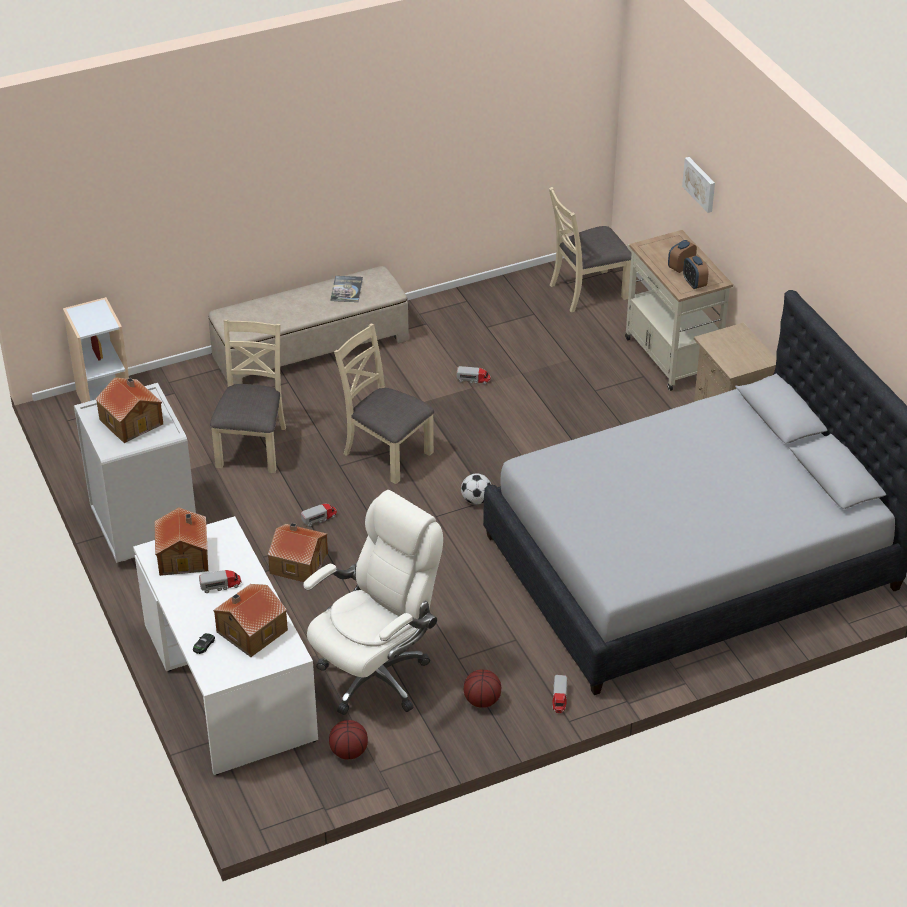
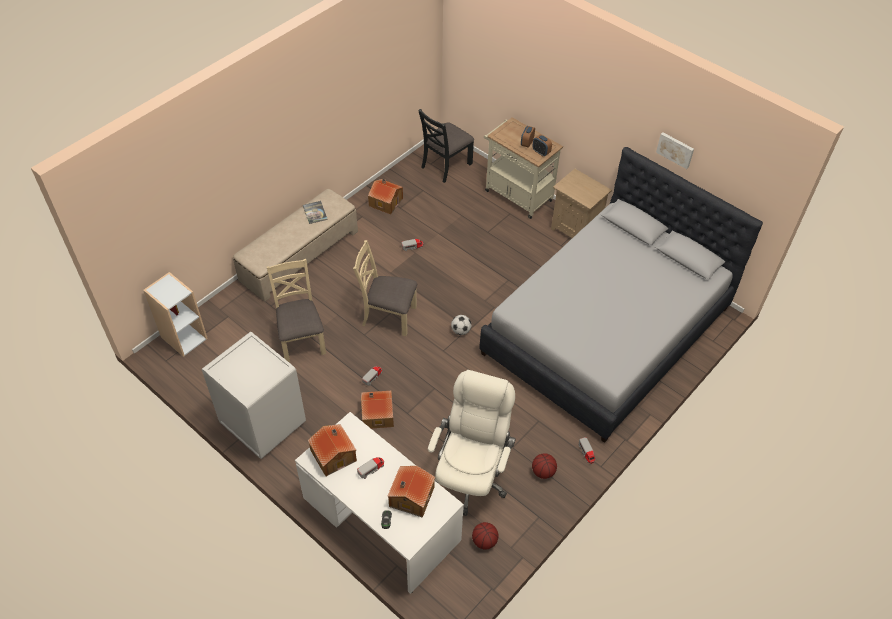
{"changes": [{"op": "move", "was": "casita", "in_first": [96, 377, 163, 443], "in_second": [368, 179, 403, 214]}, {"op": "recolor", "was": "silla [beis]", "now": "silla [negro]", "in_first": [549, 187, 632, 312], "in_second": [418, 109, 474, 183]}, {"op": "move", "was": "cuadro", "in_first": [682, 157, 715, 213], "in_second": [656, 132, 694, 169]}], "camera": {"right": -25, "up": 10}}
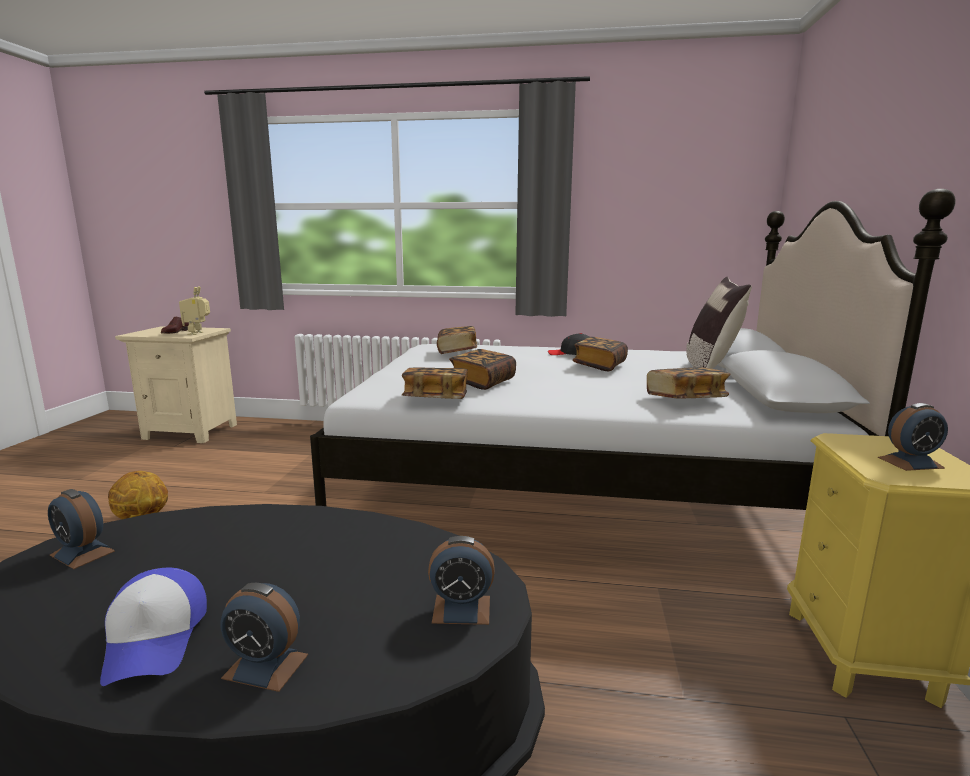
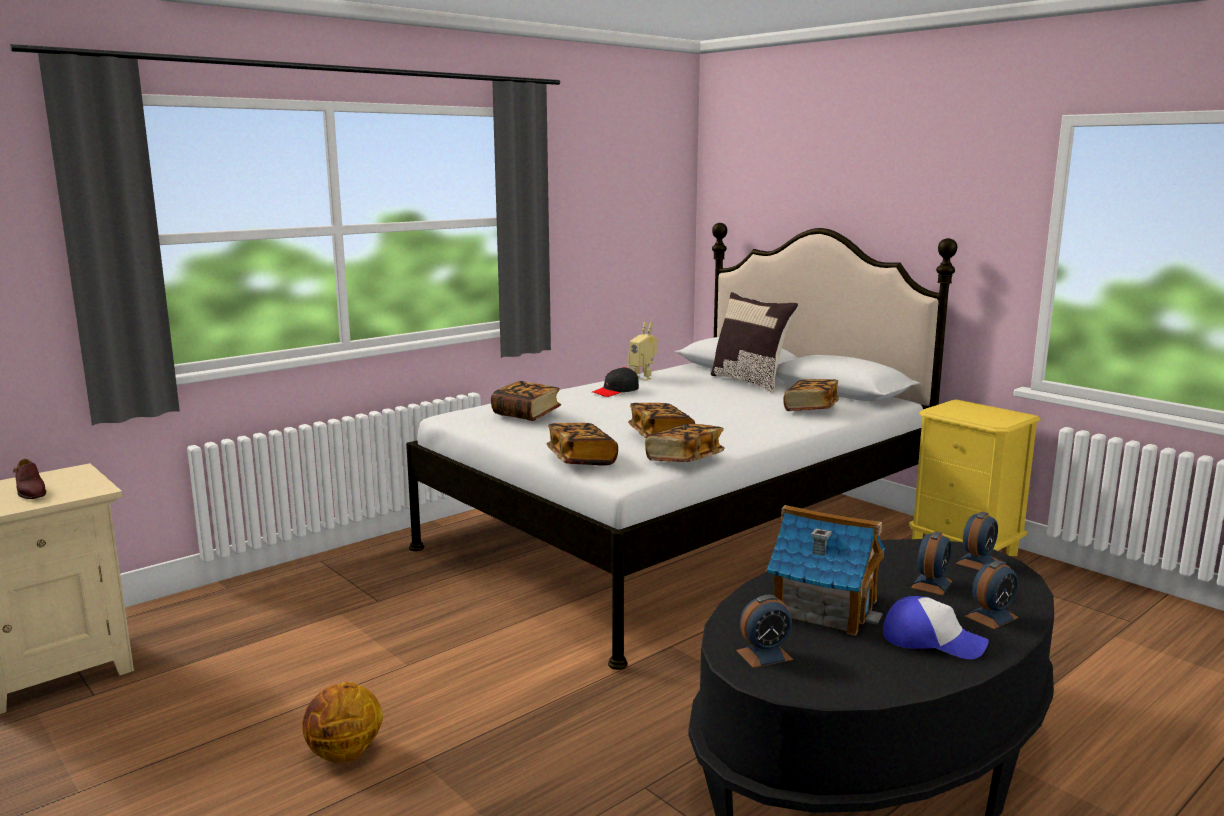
{"changes": [{"op": "move", "was": "libro", "in_first": [573, 337, 628, 371], "in_second": [547, 423, 618, 466]}, {"op": "move", "was": "robot de juguete", "in_first": [179, 286, 210, 335], "in_second": [628, 322, 657, 381]}, {"op": "insert", "now": "casita", "in_second": [767, 505, 885, 636]}, {"op": "move", "was": "despertador", "in_first": [878, 403, 948, 471], "in_second": [911, 531, 952, 596]}], "camera": {"right": -50, "up": 0}}
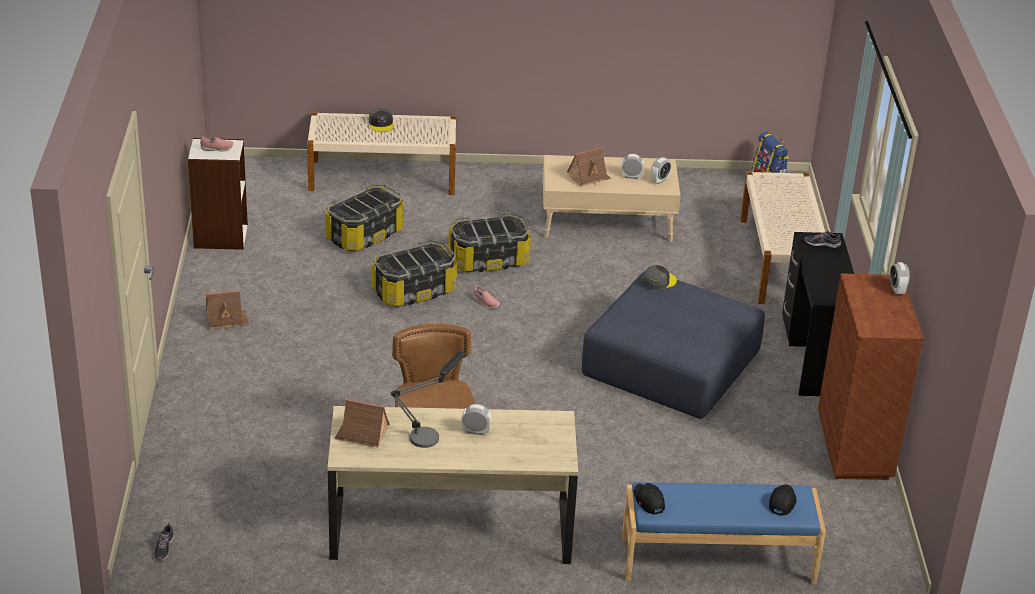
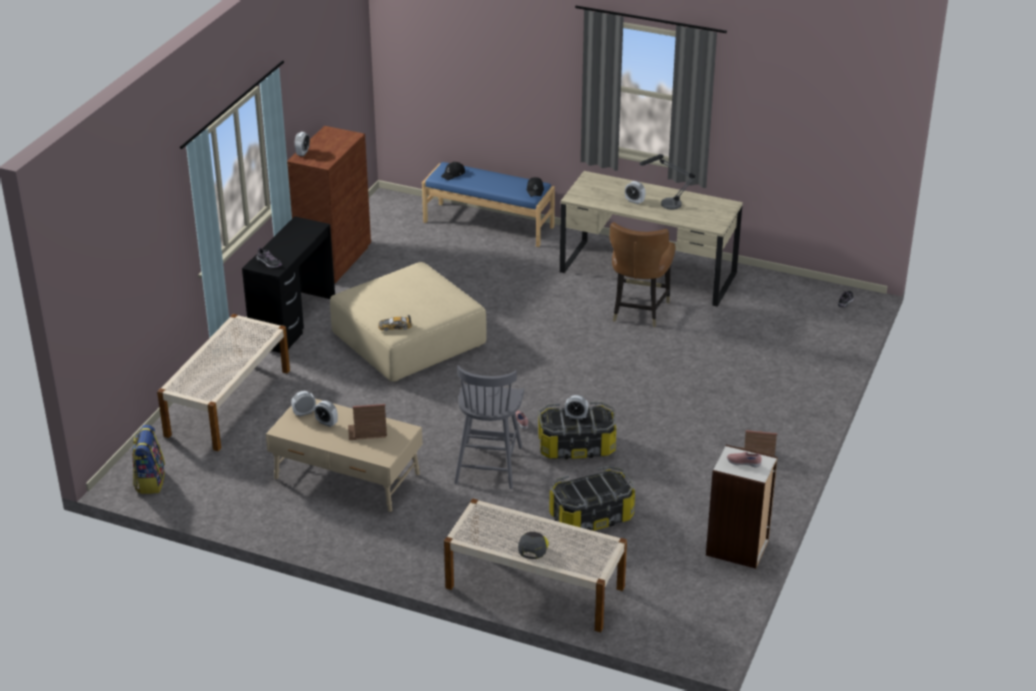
{"changes": [{"op": "recolor", "was": "puf [azul]", "now": "puf [beis]", "in_first": [582, 271, 765, 419], "in_second": [330, 262, 487, 382]}, {"op": "replace", "was": "gorra [gris]", "now": "coche de juguete", "in_first": [642, 265, 677, 290], "in_second": [378, 315, 412, 331]}, {"op": "replace", "was": "caja de almacenaje", "now": "silla [gris]", "in_first": [448, 212, 531, 272], "in_second": [454, 365, 524, 489]}, {"op": "insert", "now": "despertador", "in_second": [565, 395, 588, 420]}, {"op": "delete", "was": "casita", "in_first": [335, 399, 390, 448]}], "camera": {"right": -155, "up": 0}}
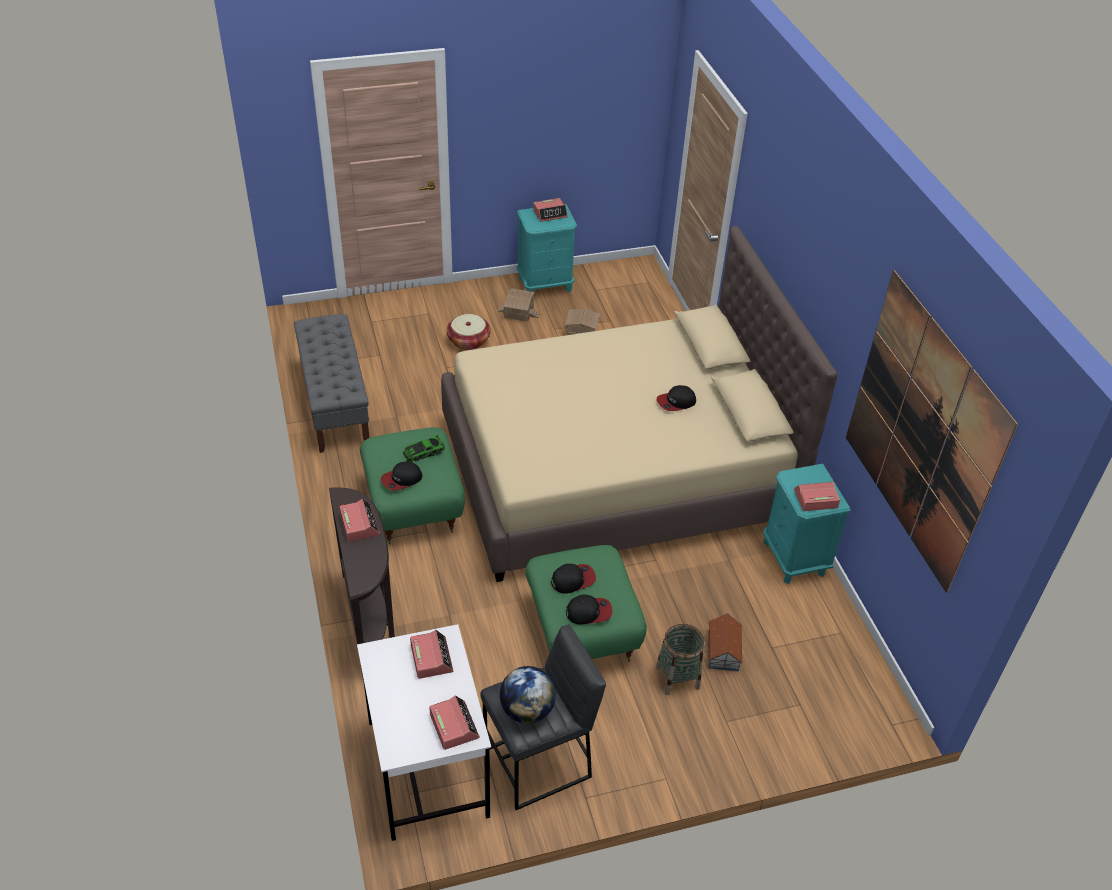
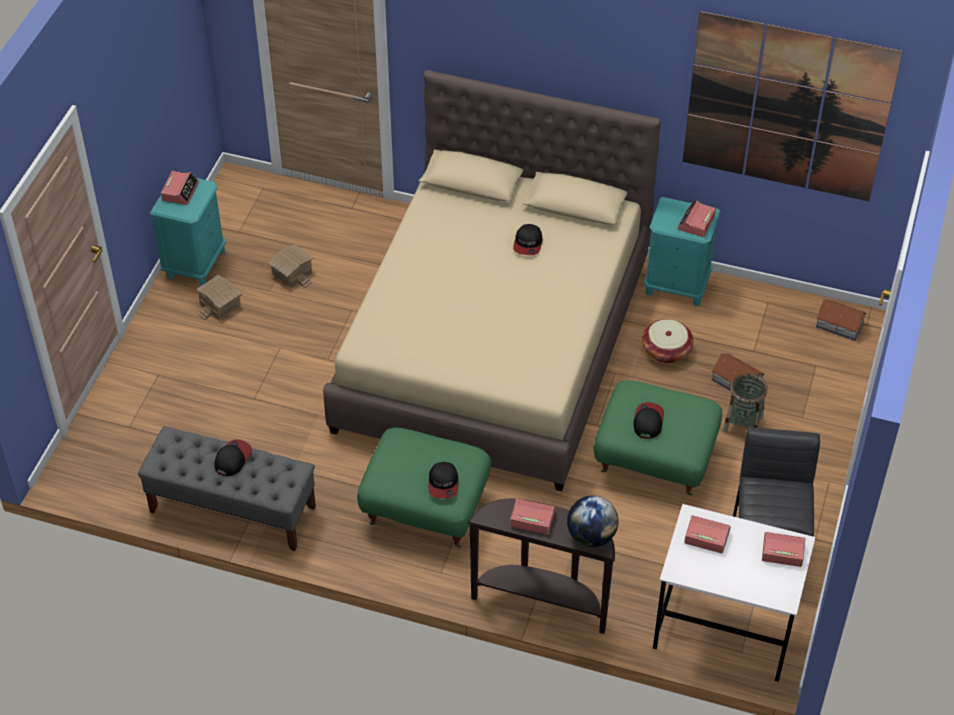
{"changes": [{"op": "move", "was": "gorra", "in_first": [566, 595, 612, 625], "in_second": [214, 439, 252, 476]}, {"op": "move", "was": "globo terráqueo", "in_first": [500, 666, 556, 724], "in_second": [567, 496, 618, 547]}, {"op": "move", "was": "cesta", "in_first": [446, 314, 491, 350], "in_second": [642, 319, 693, 363]}, {"op": "insert", "now": "casita", "in_second": [816, 299, 867, 341]}, {"op": "delete", "was": "coche de juguete", "in_first": [403, 435, 445, 462]}], "camera": {"right": -55, "up": 5}}
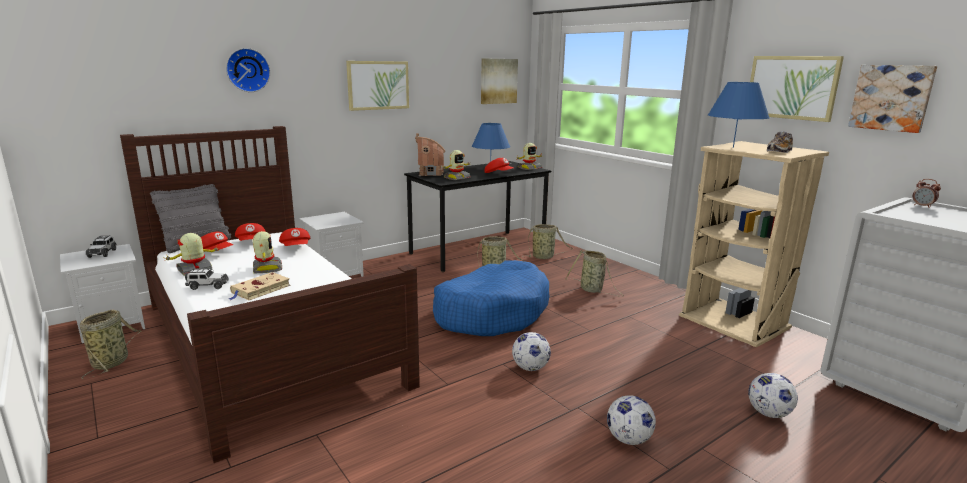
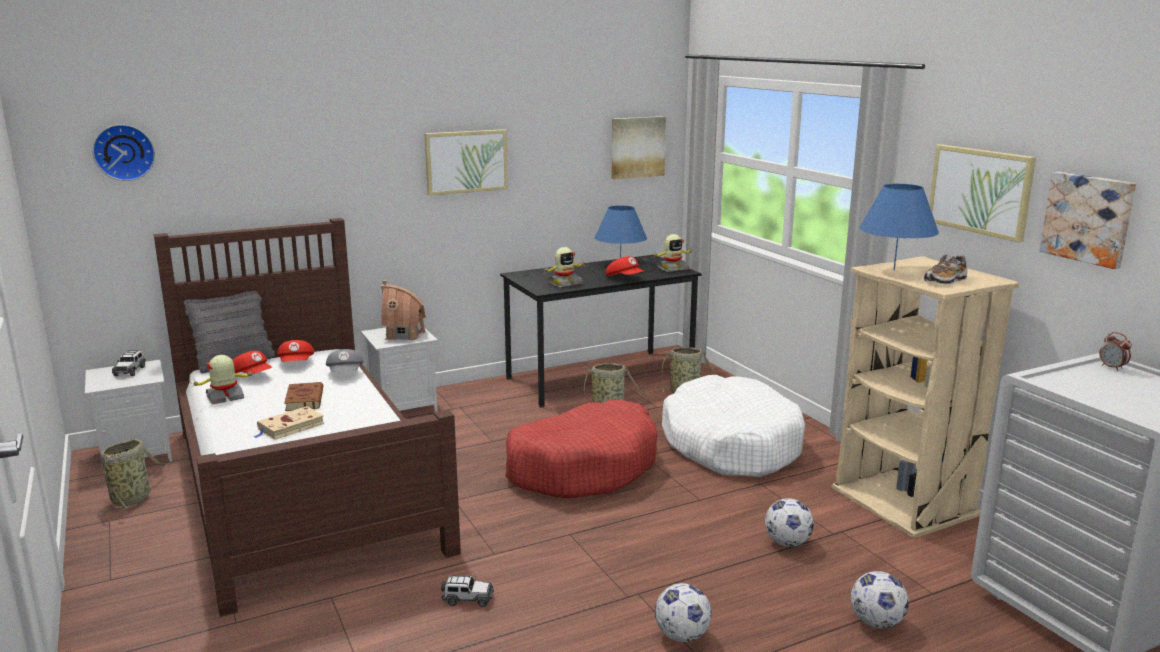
{"changes": [{"op": "move", "was": "reloj de pared", "in_first": [226, 48, 270, 92], "in_second": [92, 124, 155, 181]}, {"op": "replace", "was": "robot de juguete", "now": "libro [marrón]", "in_first": [253, 231, 282, 273], "in_second": [284, 382, 323, 411]}, {"op": "recolor", "was": "gorra [rojo]", "now": "gorra [gris]", "in_first": [279, 228, 310, 246], "in_second": [326, 349, 363, 372]}, {"op": "move", "was": "casita", "in_first": [415, 133, 445, 176], "in_second": [381, 280, 426, 340]}, {"op": "move", "was": "coche de juguete", "in_first": [185, 268, 228, 290], "in_second": [441, 575, 494, 607]}, {"op": "recolor", "was": "cama para perro [azul]", "now": "cama para perro [rojo]", "in_first": [433, 260, 549, 336], "in_second": [506, 400, 658, 498]}, {"op": "replace", "was": "cesta", "now": "cama para perro [blanco]", "in_first": [565, 250, 623, 297], "in_second": [662, 375, 805, 477]}, {"op": "move", "was": "balón de fútbol", "in_first": [512, 332, 551, 371], "in_second": [765, 498, 814, 547]}], "camera": {"right": 10, "up": 0}}
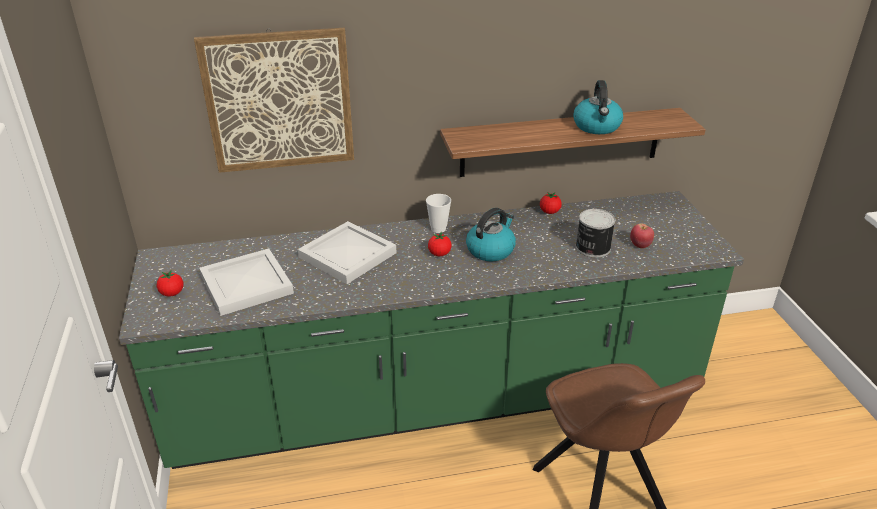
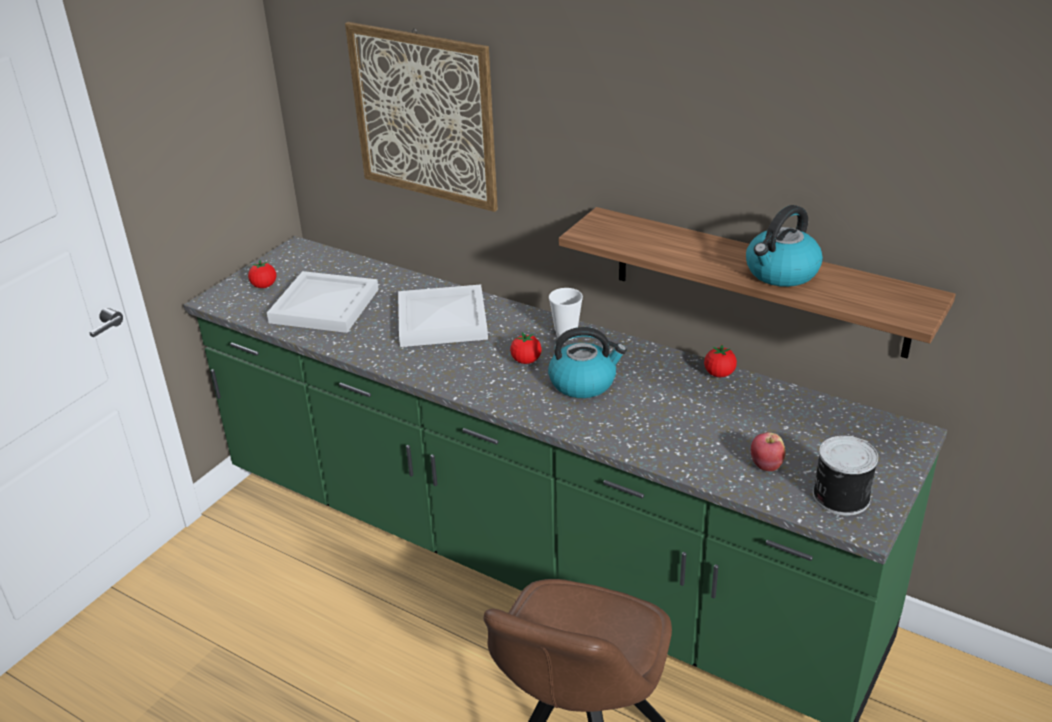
{"changes": [{"op": "move", "was": "lata", "in_first": [576, 209, 615, 257], "in_second": [813, 436, 878, 516]}], "camera": {"right": 45, "up": 0}}
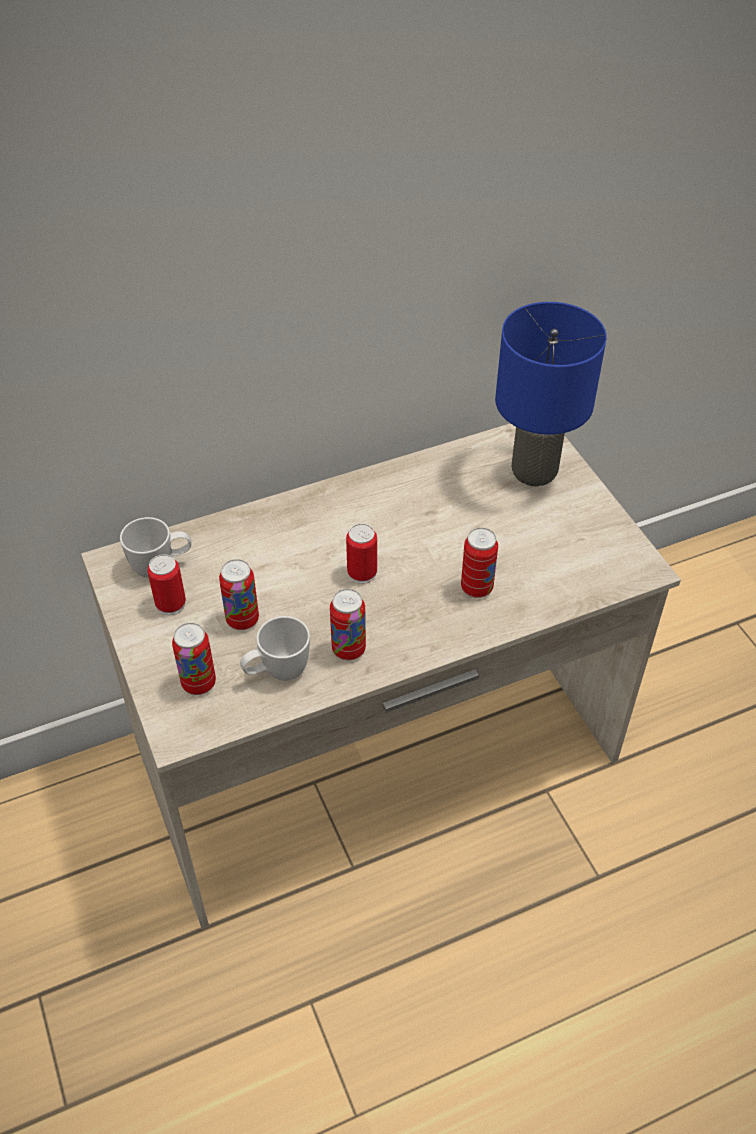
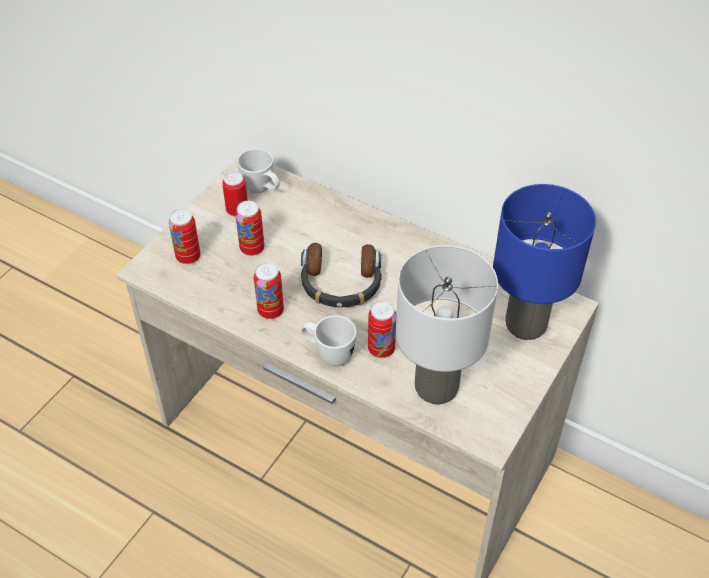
{"changes": [{"op": "replace", "was": "lata", "now": "auriculares", "in_first": [346, 524, 377, 584], "in_second": [301, 243, 382, 307]}, {"op": "move", "was": "taza grande [blanco]", "in_first": [240, 616, 310, 681], "in_second": [301, 315, 356, 367]}, {"op": "insert", "now": "lámpara de mesa [blanco]", "in_second": [396, 245, 498, 405]}], "camera": {"right": 55, "up": 0}}
